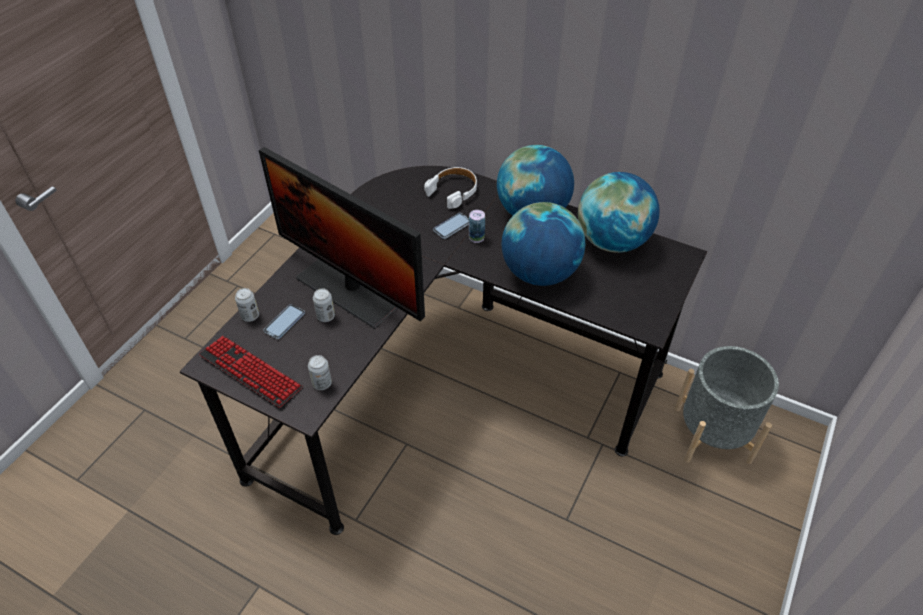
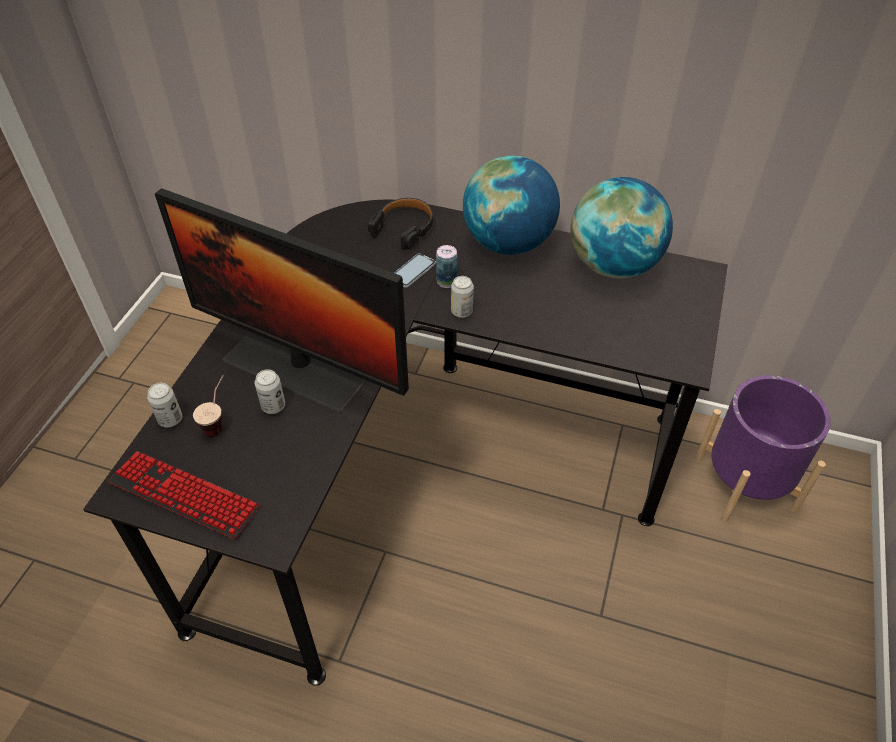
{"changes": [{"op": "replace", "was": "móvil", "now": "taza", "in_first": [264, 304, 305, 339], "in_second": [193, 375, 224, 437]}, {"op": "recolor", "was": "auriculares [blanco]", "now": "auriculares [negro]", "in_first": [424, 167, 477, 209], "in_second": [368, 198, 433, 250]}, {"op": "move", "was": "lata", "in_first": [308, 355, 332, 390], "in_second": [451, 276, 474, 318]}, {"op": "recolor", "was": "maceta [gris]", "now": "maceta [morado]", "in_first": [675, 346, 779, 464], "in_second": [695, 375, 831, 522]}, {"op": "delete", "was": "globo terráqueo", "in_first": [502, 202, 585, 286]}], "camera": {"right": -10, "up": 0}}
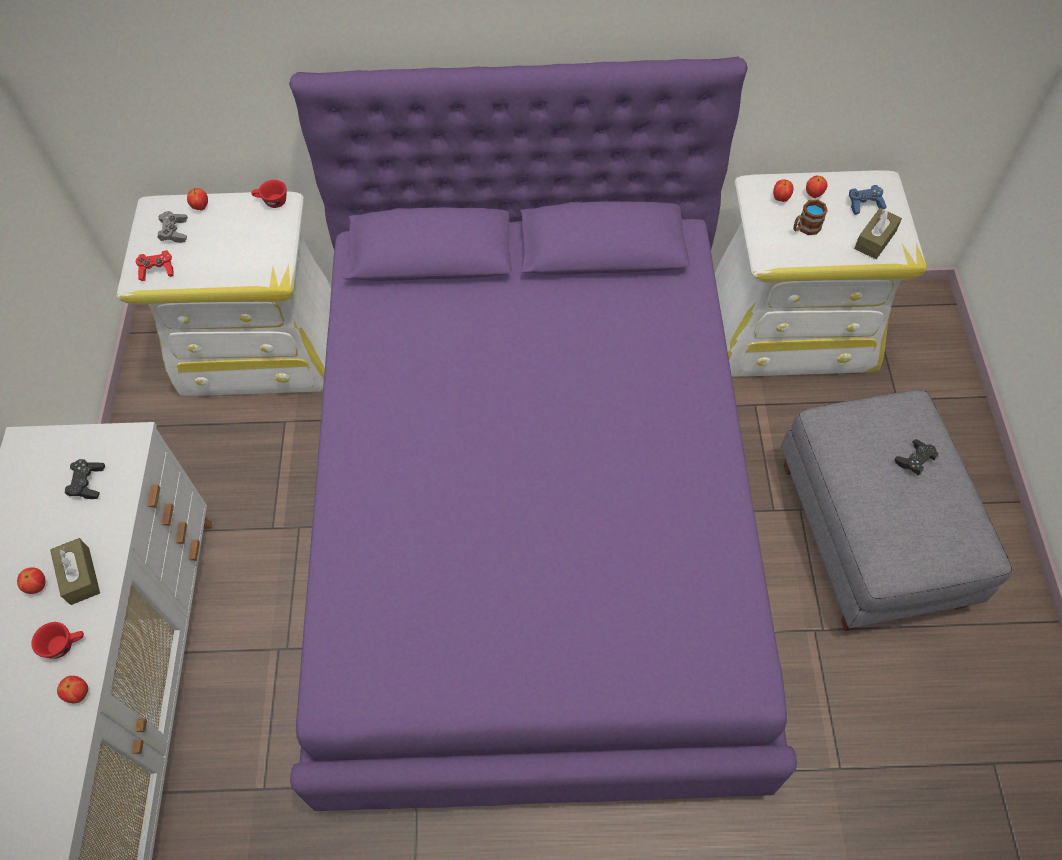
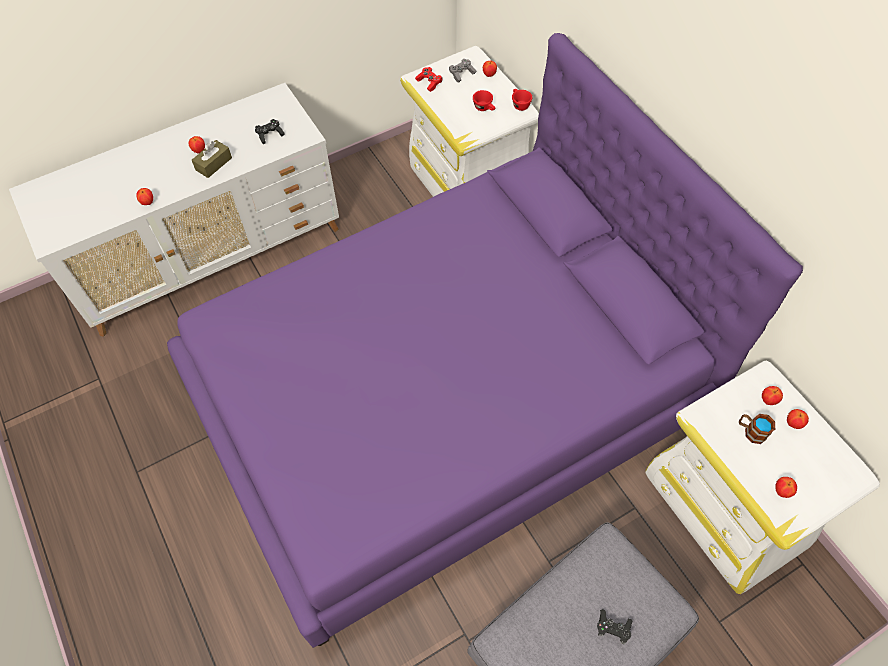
{"changes": [{"op": "move", "was": "taza [rojo]", "in_first": [31, 622, 84, 659], "in_second": [473, 90, 496, 111]}, {"op": "replace", "was": "caja de pañuelos [marrón]", "now": "manzana", "in_first": [854, 208, 902, 259], "in_second": [775, 477, 797, 498]}, {"op": "delete", "was": "mando de consola [azul]", "in_first": [849, 185, 887, 215]}], "camera": {"right": 60, "up": 0}}
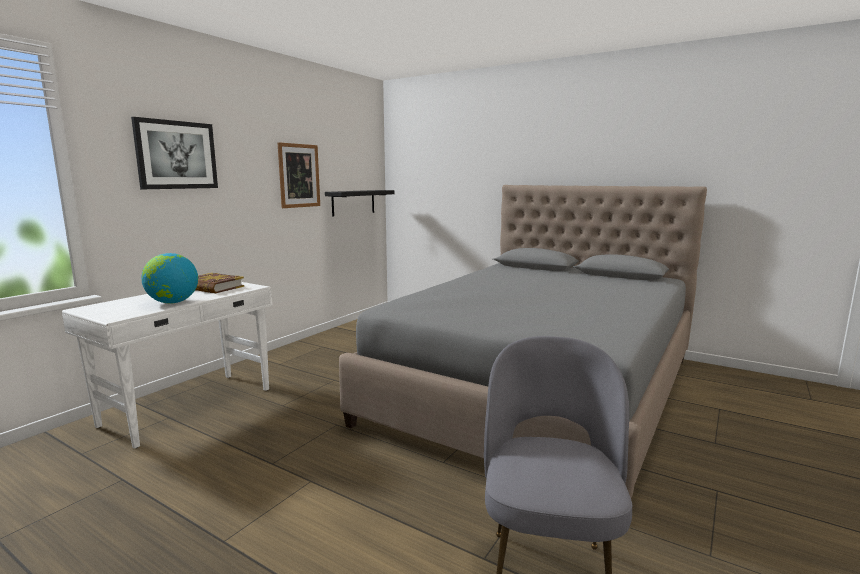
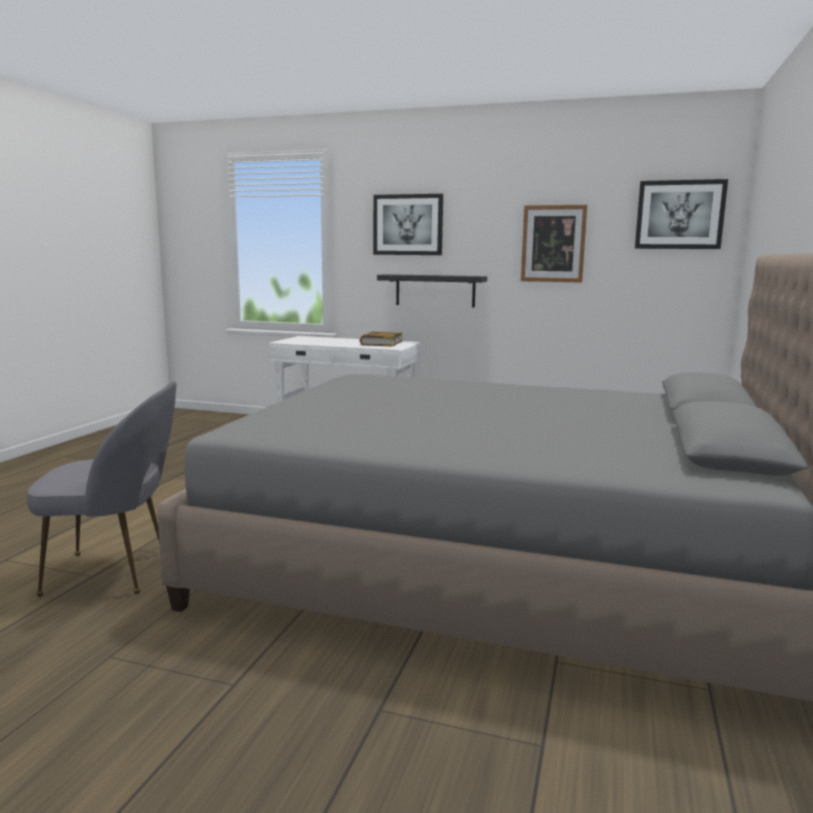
{"changes": [{"op": "move", "was": "estante [negro]", "in_first": [325, 190, 394, 217], "in_second": [377, 274, 487, 307]}, {"op": "insert", "now": "cuadro", "in_second": [635, 179, 728, 249]}, {"op": "delete", "was": "globo terráqueo", "in_first": [141, 253, 198, 304]}], "camera": {"right": 75, "up": 0}}
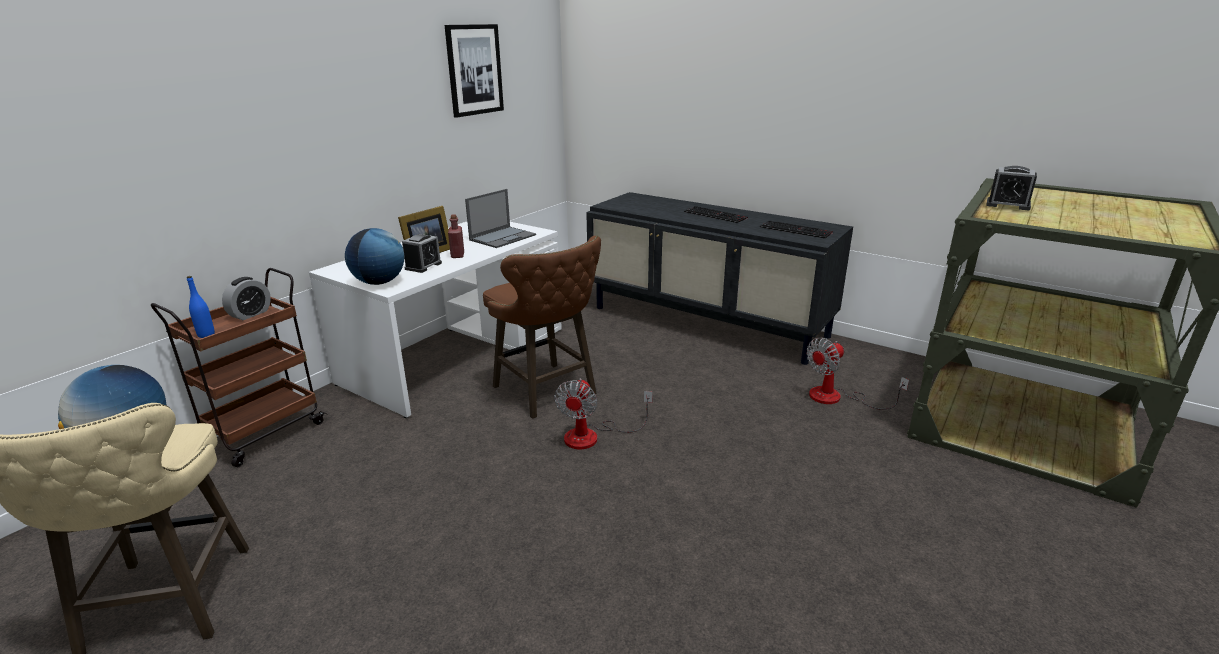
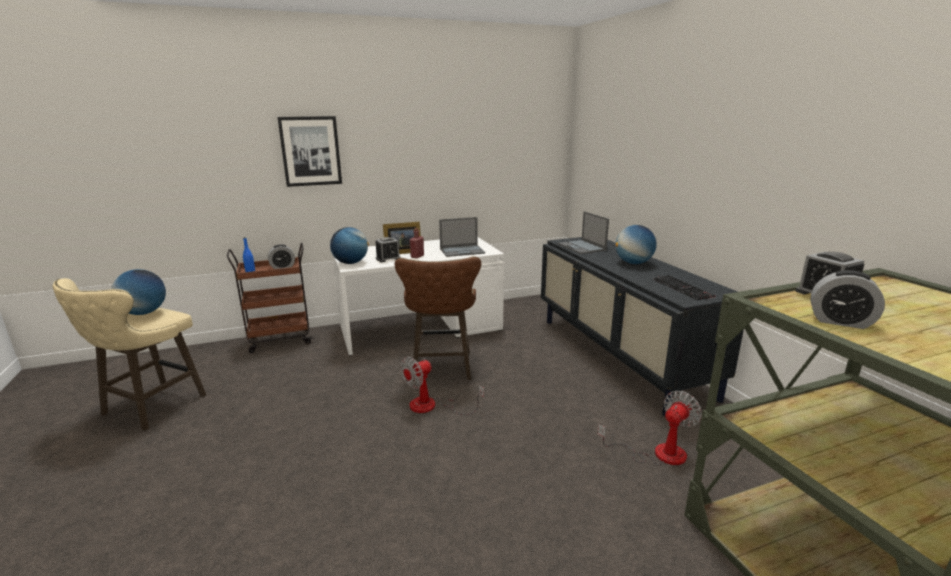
{"changes": [{"op": "move", "was": "cuadro", "in_first": [444, 24, 504, 118], "in_second": [277, 116, 342, 187]}, {"op": "insert", "now": "portátil", "in_second": [558, 211, 609, 254]}, {"op": "rotate", "was": "ventilador", "in_first": [806, 337, 909, 410], "in_second": [598, 391, 702, 465], "clockwise": 135}, {"op": "replace", "was": "teclado", "now": "globo terráqueo", "in_first": [684, 206, 748, 223], "in_second": [616, 225, 657, 264]}, {"op": "insert", "now": "despertador", "in_second": [810, 270, 885, 329]}], "camera": {"right": 35, "up": -5}}
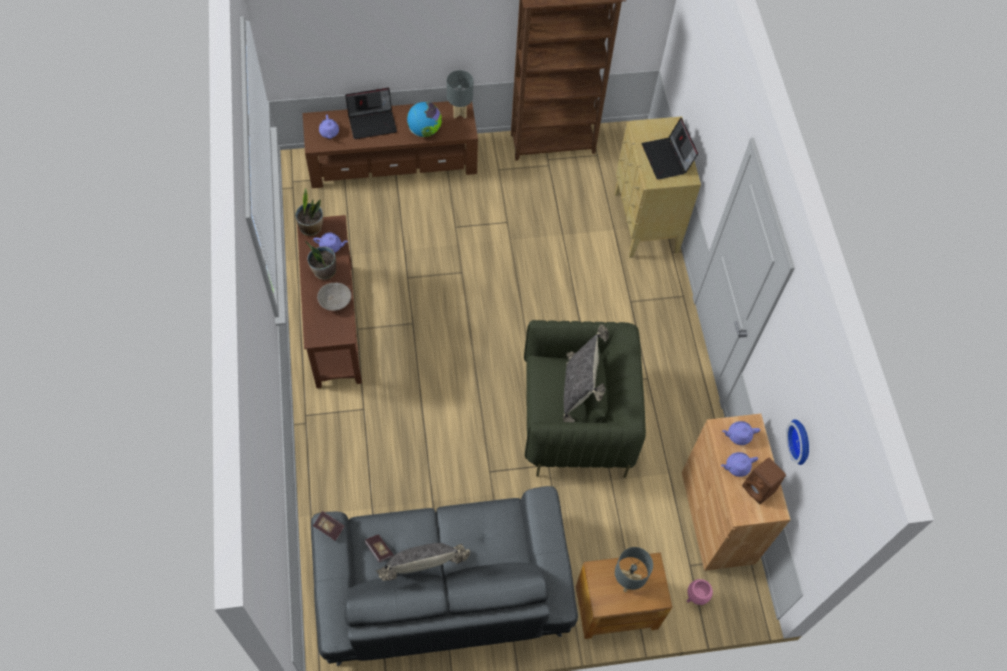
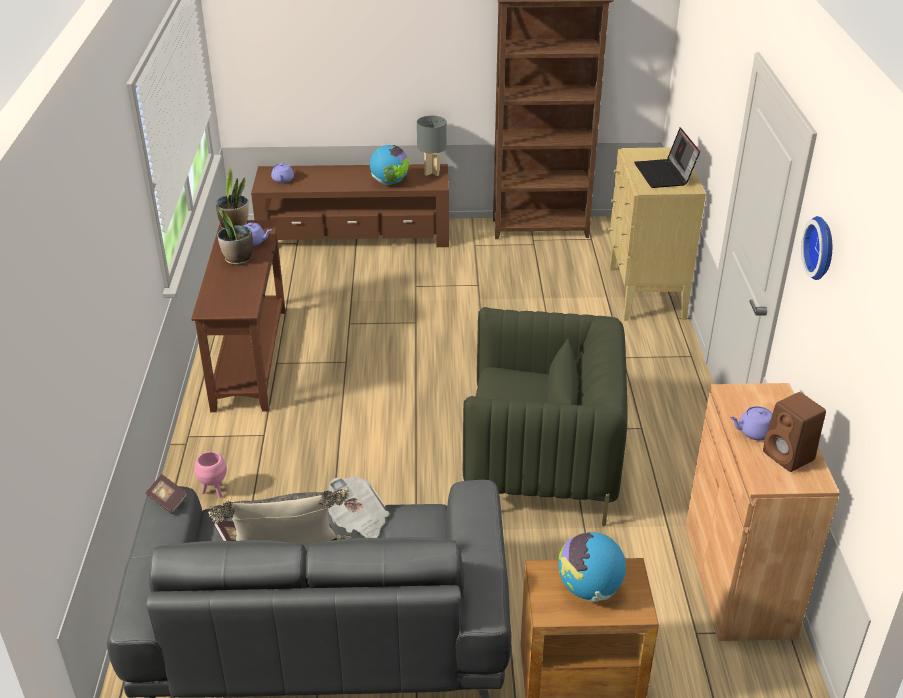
{"changes": [{"op": "move", "was": "maceta [rosa]", "in_first": [687, 579, 713, 605], "in_second": [194, 451, 227, 498]}, {"op": "insert", "now": "periódico", "in_second": [328, 477, 389, 538]}, {"op": "replace", "was": "lámpara de mesa [gris]", "now": "globo terráqueo", "in_first": [615, 547, 653, 592], "in_second": [558, 532, 626, 602]}, {"op": "move", "was": "reloj de pared", "in_first": [786, 419, 809, 465], "in_second": [801, 216, 832, 280]}, {"op": "delete", "was": "cuenco [gris]", "in_first": [317, 282, 351, 311]}, {"op": "delete", "was": "portátil", "in_first": [345, 88, 397, 139]}, {"op": "delete", "was": "cojín", "in_first": [563, 325, 609, 422]}, {"op": "delete", "was": "tetera [morado]", "in_first": [722, 421, 760, 445]}], "camera": {"right": 10, "up": -25}}
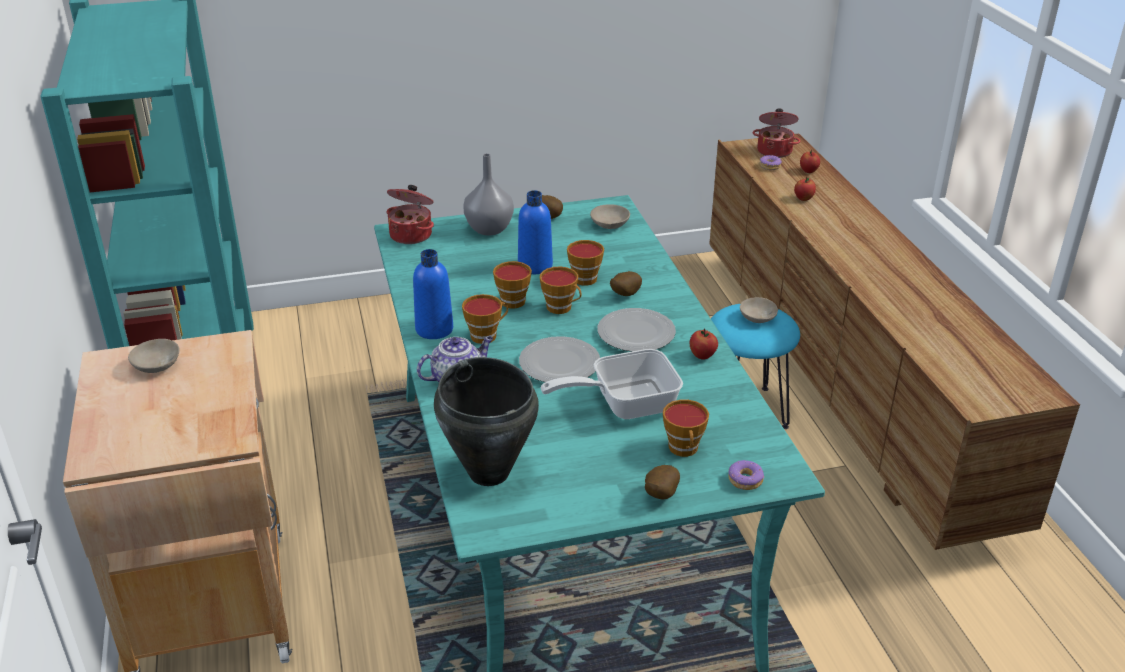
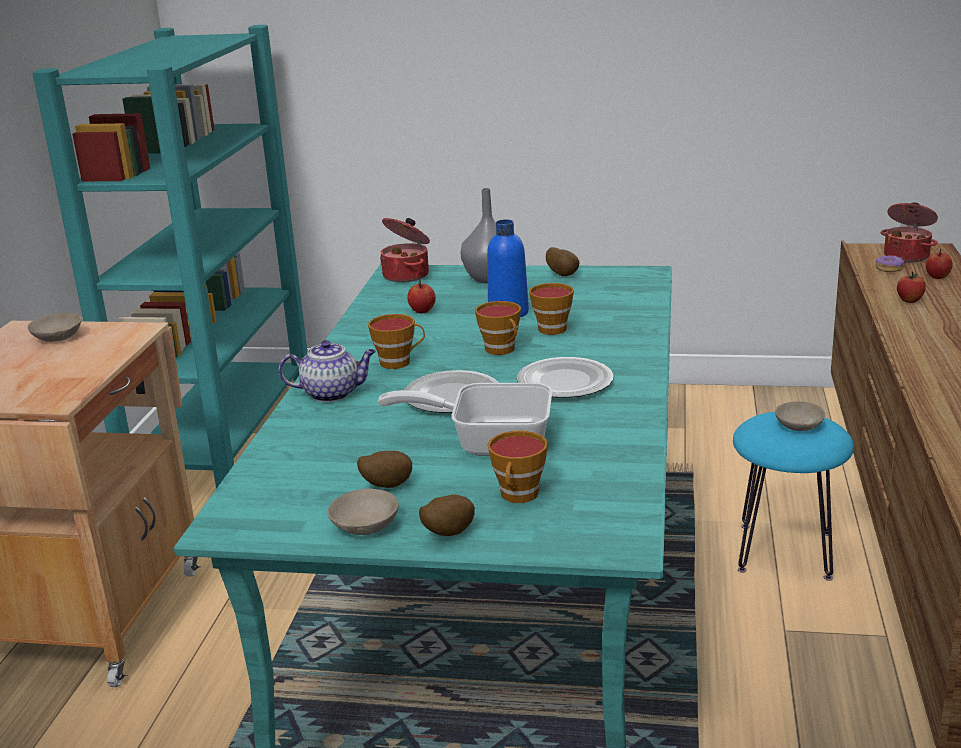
{"changes": [{"op": "move", "was": "cuenco [beis]", "in_first": [590, 204, 630, 229], "in_second": [327, 489, 399, 535]}, {"op": "move", "was": "patata", "in_first": [610, 271, 642, 296], "in_second": [357, 451, 412, 488]}, {"op": "move", "was": "manzana", "in_first": [690, 329, 718, 359], "in_second": [407, 280, 436, 313]}, {"op": "delete", "was": "botella [azul]", "in_first": [413, 249, 453, 339]}, {"op": "delete", "was": "olla [negro]", "in_first": [434, 357, 539, 486]}, {"op": "delete", "was": "taza", "in_first": [493, 261, 532, 309]}, {"op": "delete", "was": "rosquilla", "in_first": [728, 460, 764, 490]}], "camera": {"right": 25, "up": -10}}
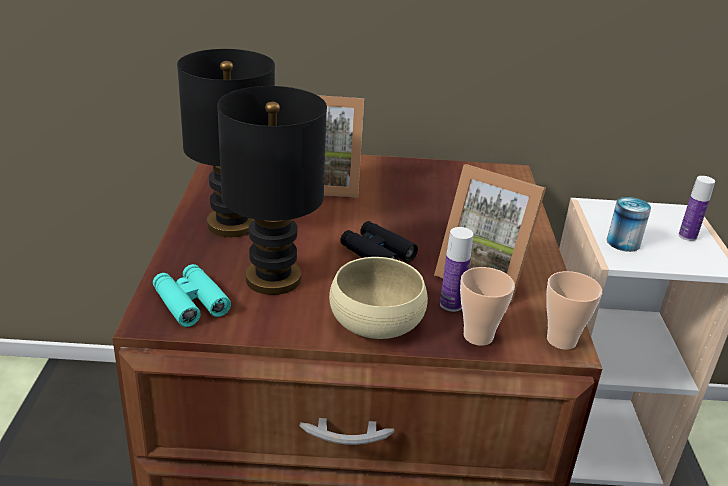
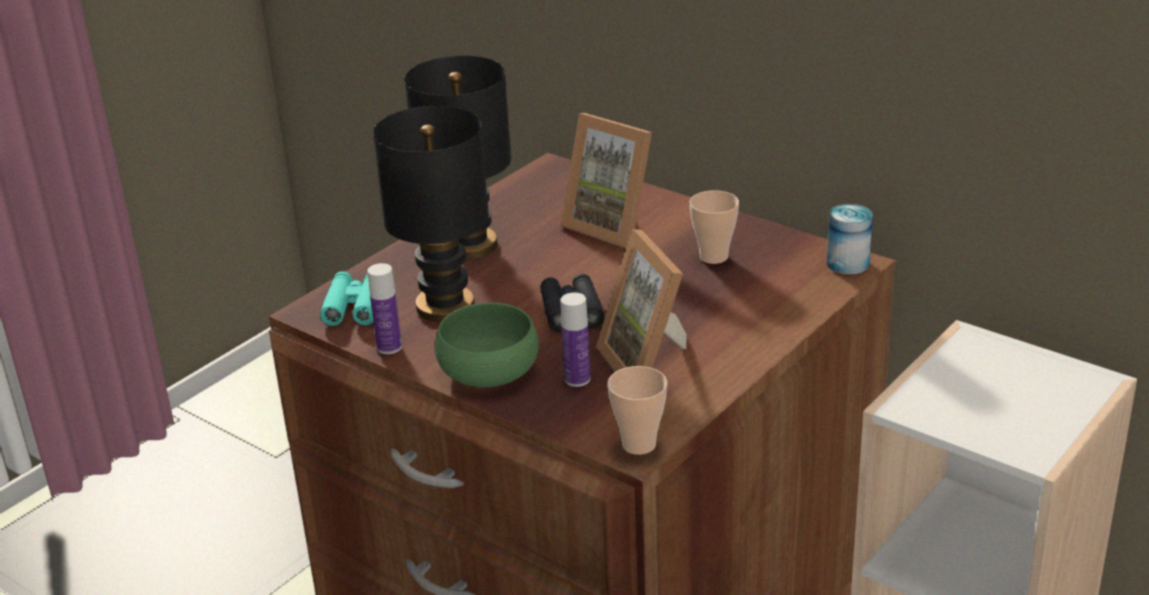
{"changes": [{"op": "move", "was": "botella", "in_first": [678, 176, 715, 241], "in_second": [367, 263, 402, 354]}, {"op": "recolor", "was": "cuenco [beis]", "now": "cuenco [verde]", "in_first": [329, 257, 428, 339], "in_second": [435, 303, 539, 387]}, {"op": "move", "was": "taza", "in_first": [460, 267, 515, 346], "in_second": [689, 190, 739, 264]}, {"op": "move", "was": "lata", "in_first": [607, 197, 651, 252], "in_second": [827, 204, 873, 275]}], "camera": {"right": 40, "up": 0}}
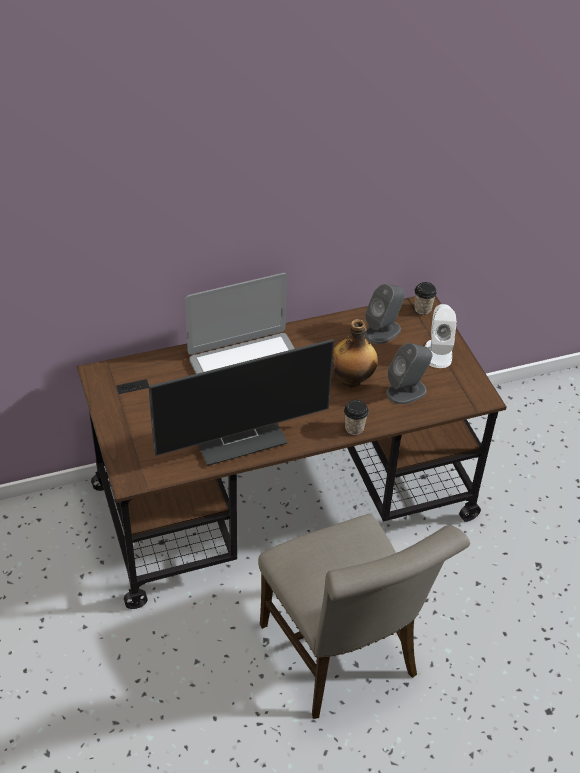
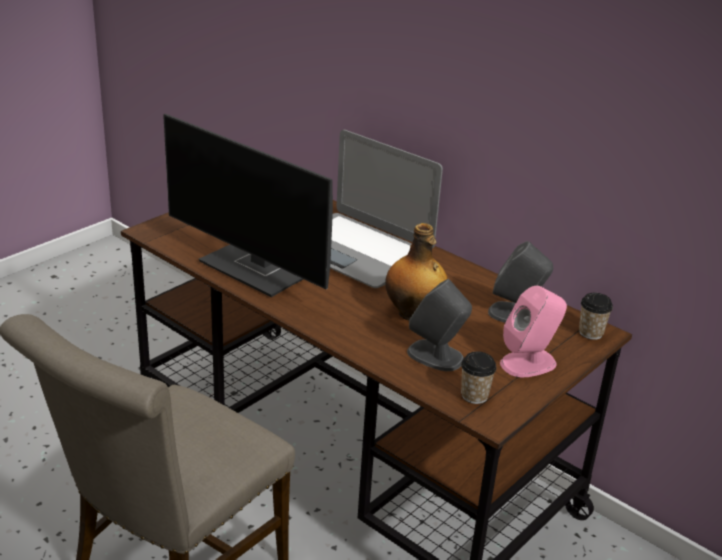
{"changes": [{"op": "move", "was": "taza", "in_first": [344, 400, 369, 435], "in_second": [461, 352, 497, 404]}, {"op": "recolor", "was": "altavoz [blanco]", "now": "altavoz [rosa]", "in_first": [425, 304, 457, 368], "in_second": [500, 286, 567, 377]}], "camera": {"right": 60, "up": -15}}
